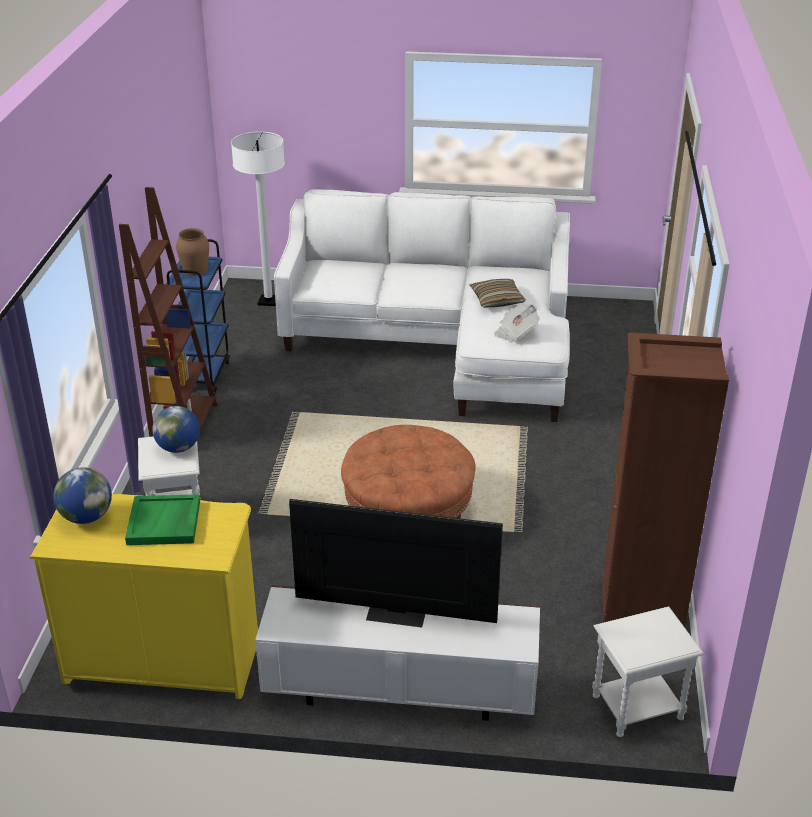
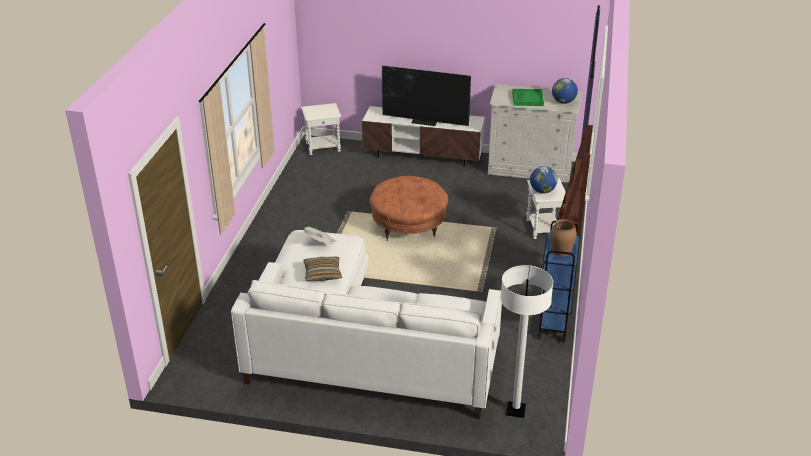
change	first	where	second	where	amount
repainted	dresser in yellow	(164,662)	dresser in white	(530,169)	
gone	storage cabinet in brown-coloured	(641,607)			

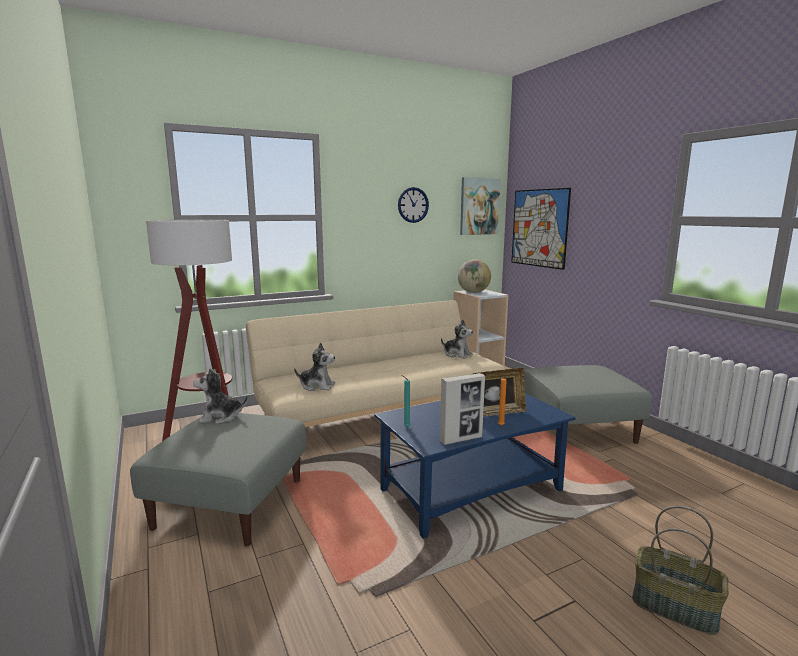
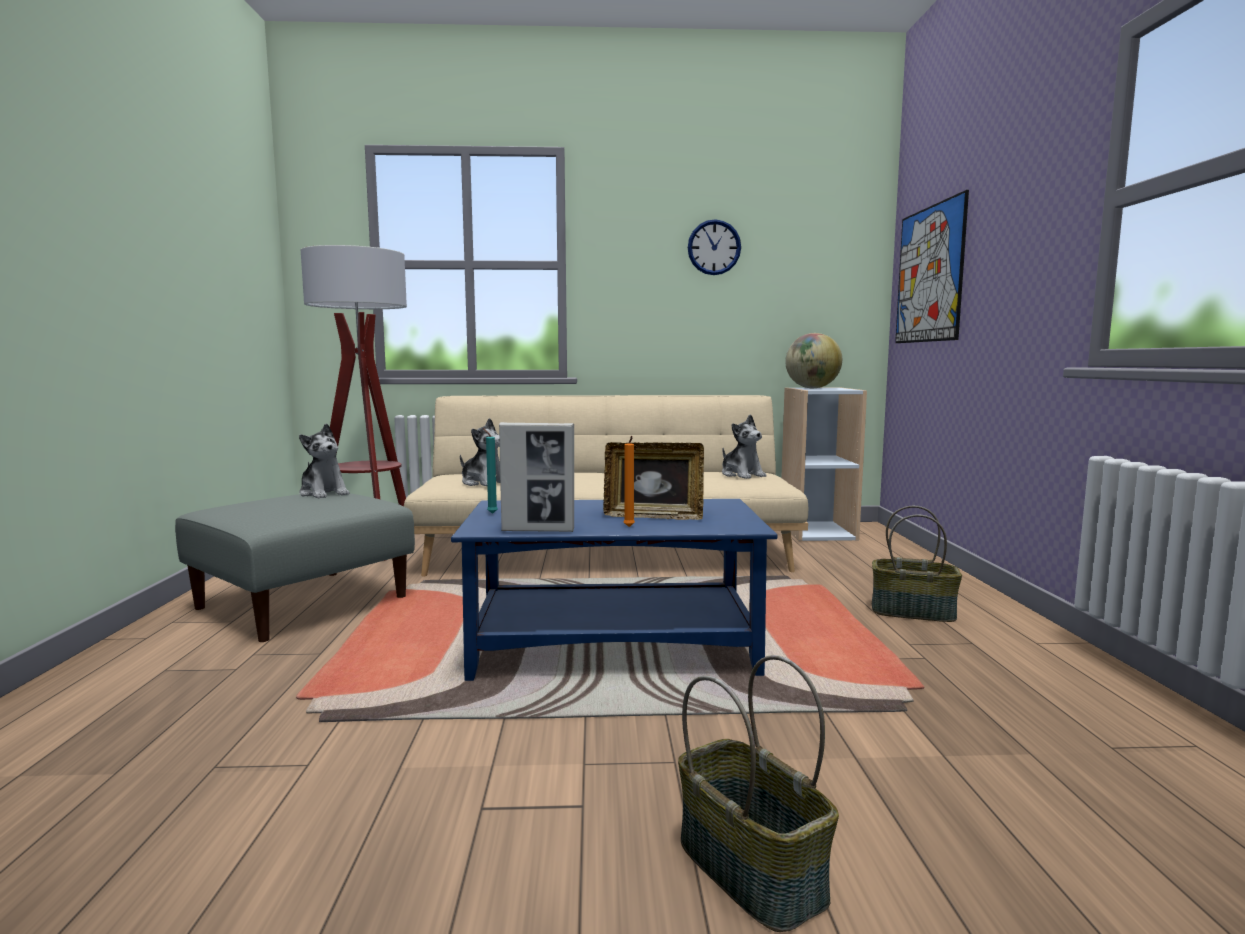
change	first	where	second	where	amount
rotated	soft toy	(220,417)		(324,493)	150 degrees counterclockwise
swapped	ottoman in greyish	(578,428)	household basket	(913,611)	
gone	wall picture	(479,206)			

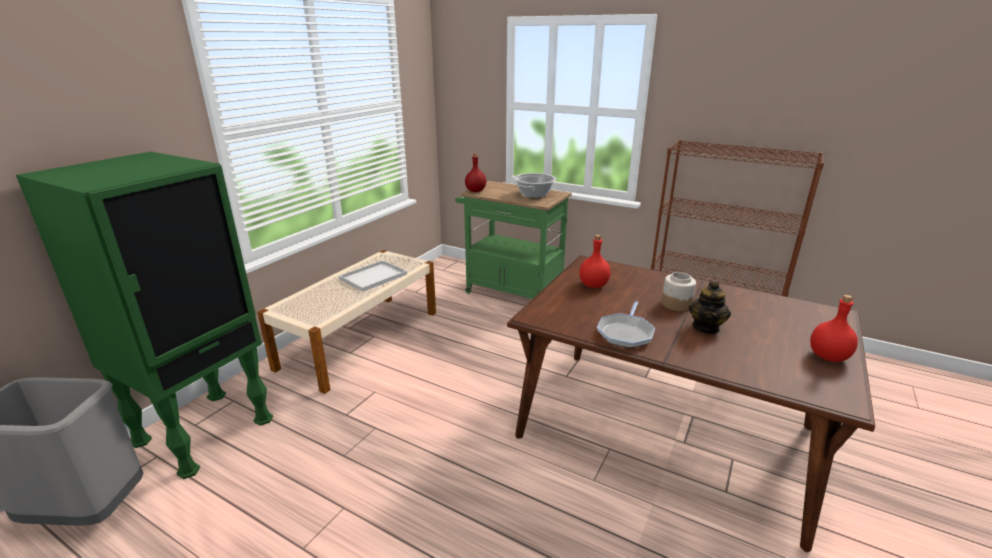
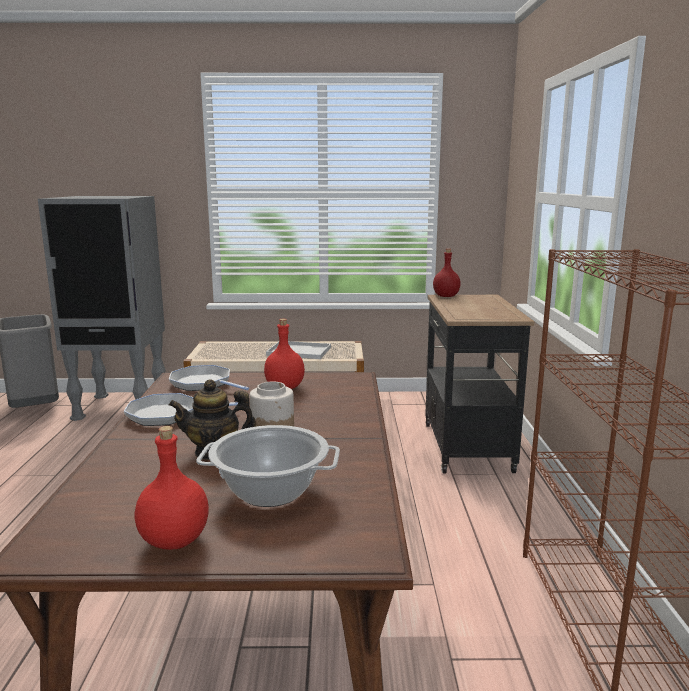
change	first	where	second	where	amount
repainted	storage cabinet in green-coloured	(206,430)	storage cabinet in greyish	(121,407)	
new			frying pan	(203,384)	
shifted	stockpot	(534,194)		(271,491)	
repainted	trolley in green-coloured	(511,292)	trolley in blackish	(466,445)	

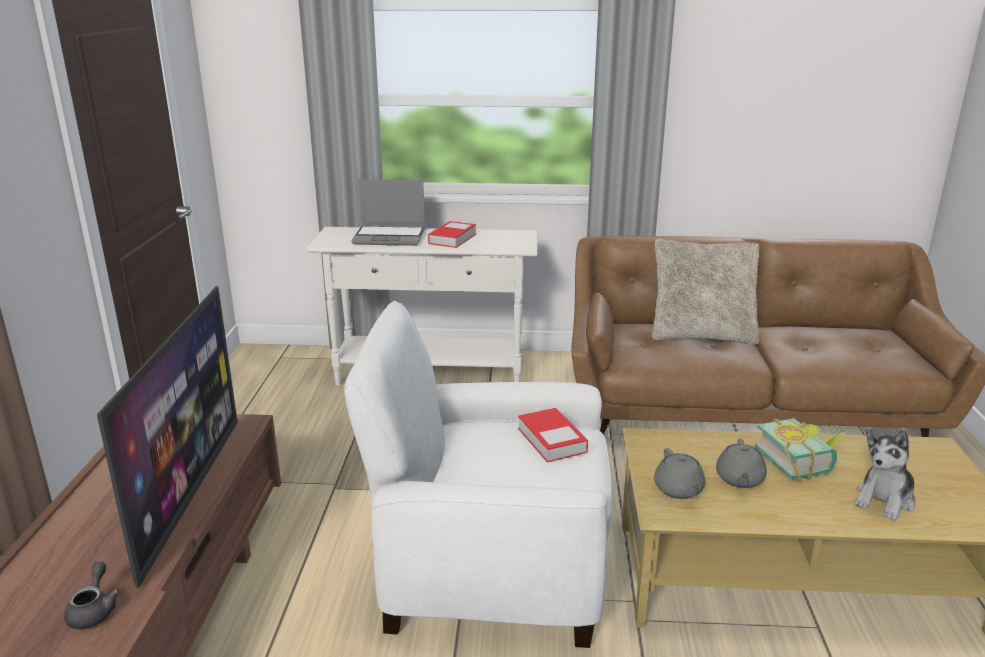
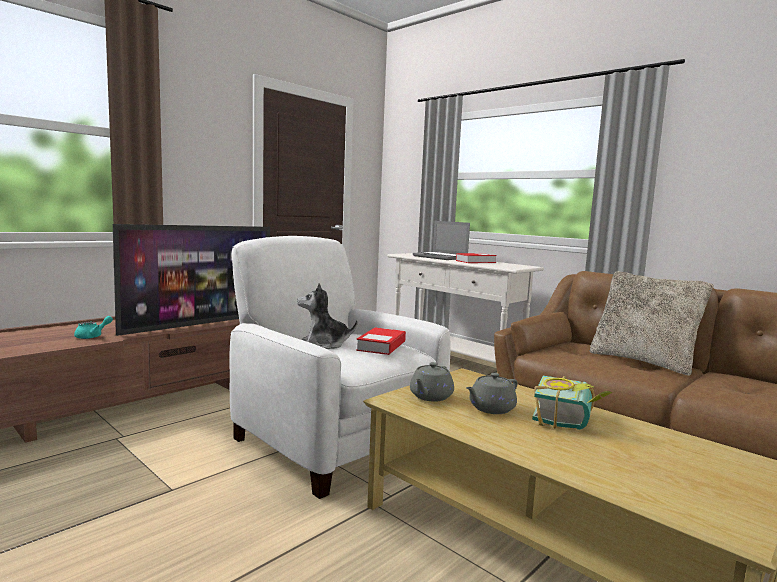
change	first	where	second	where	amount
repainted	teapot in greyish	(94,610)	teapot in turquoise-coloured	(92,336)	
shifted	soft toy	(884,500)		(324,344)	

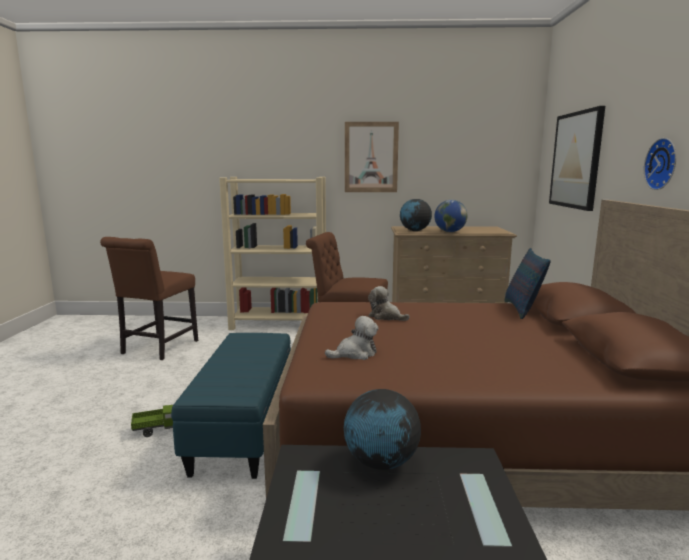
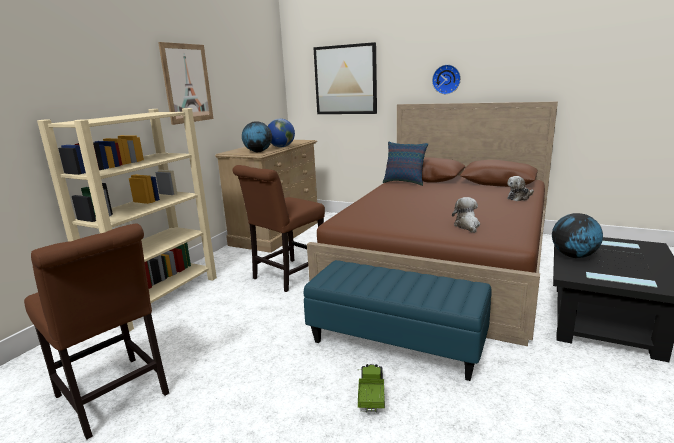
change	first	where	second	where	amount
shifted	soft toy	(386,317)		(519,198)	

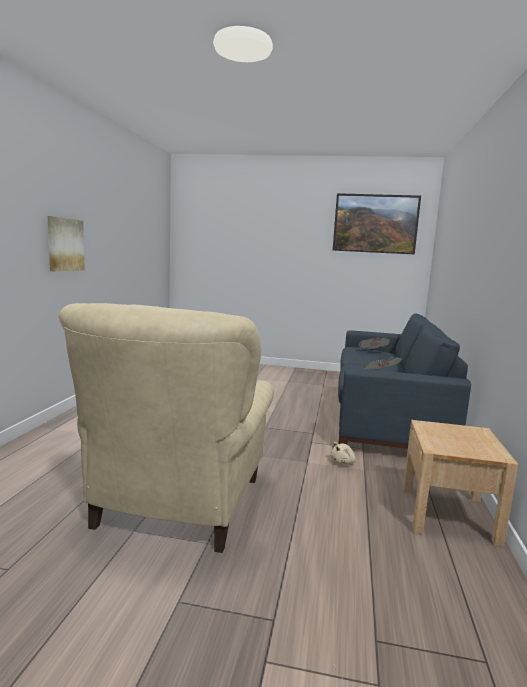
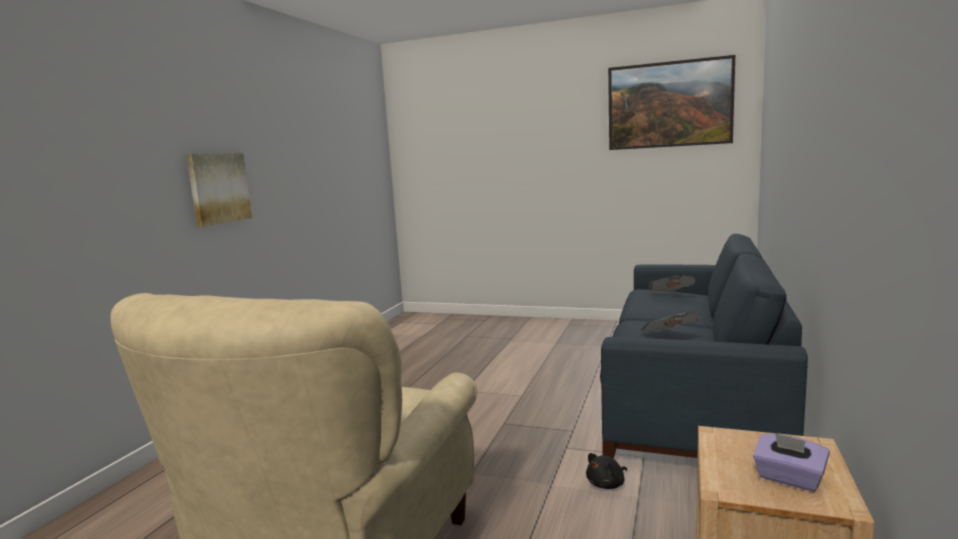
change	first	where	second	where	amount
repainted	soft toy in beige-coloured	(343,462)	soft toy in blackish	(607,484)	
new			box of tissues in purple	(789,479)	

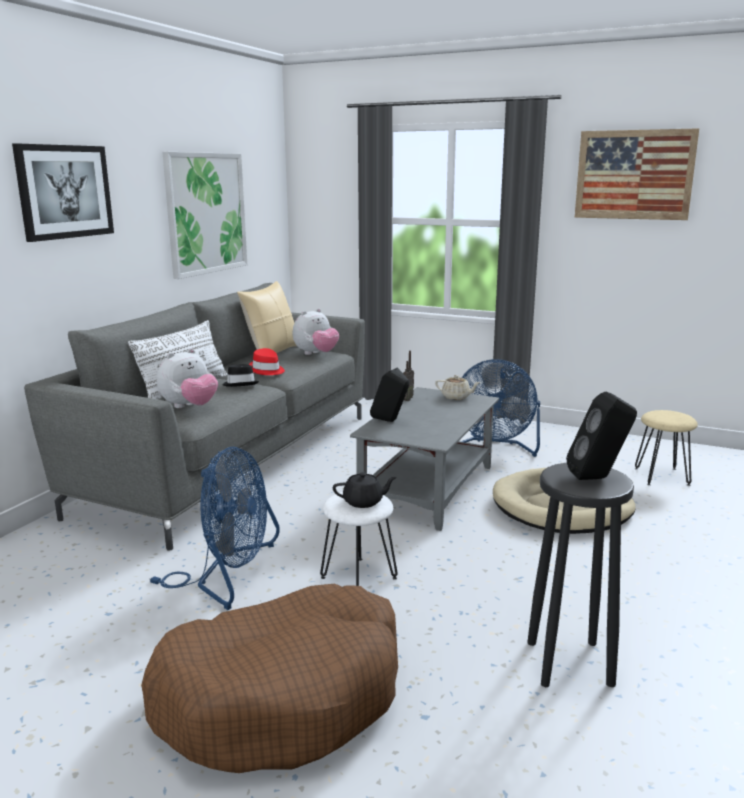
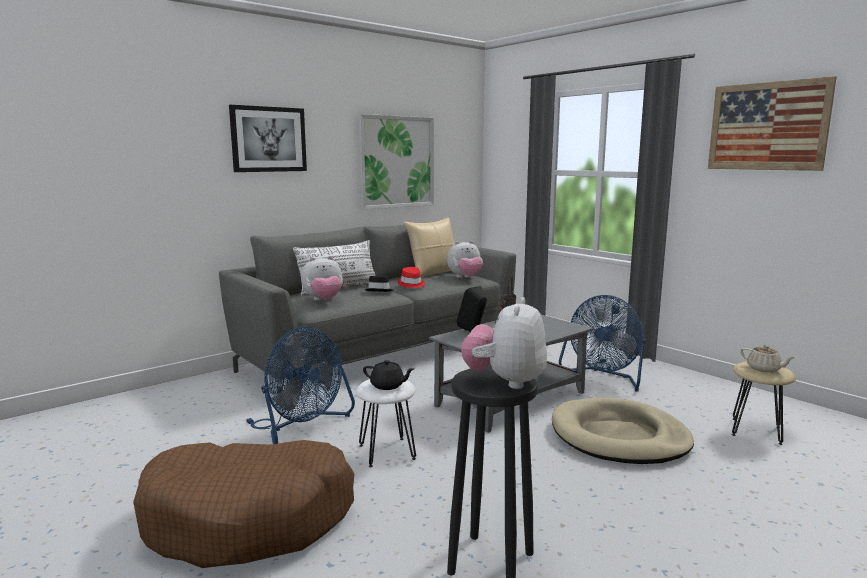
change	first	where	second	where	amount
swapped	loudspeaker in blackish	(598,478)	soft toy	(505,381)	
shifted	teapot in beige-coloured	(456,397)		(764,369)	

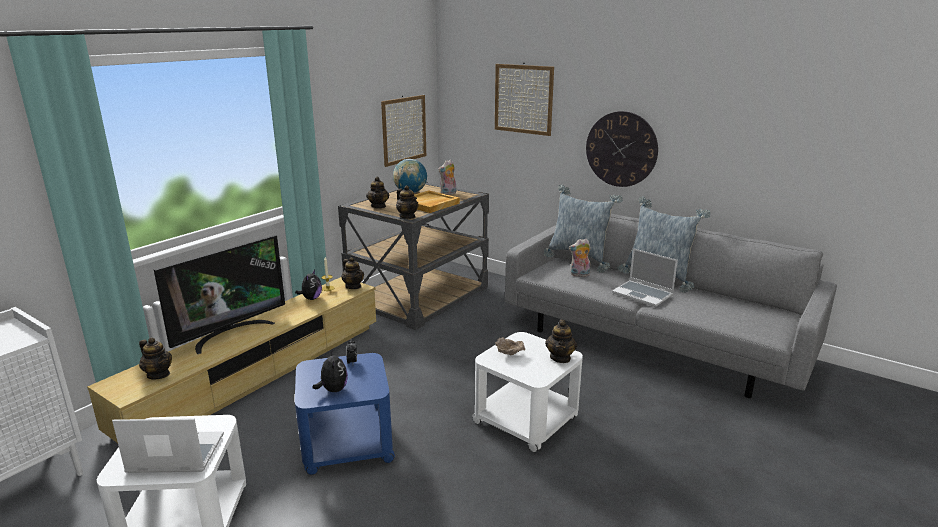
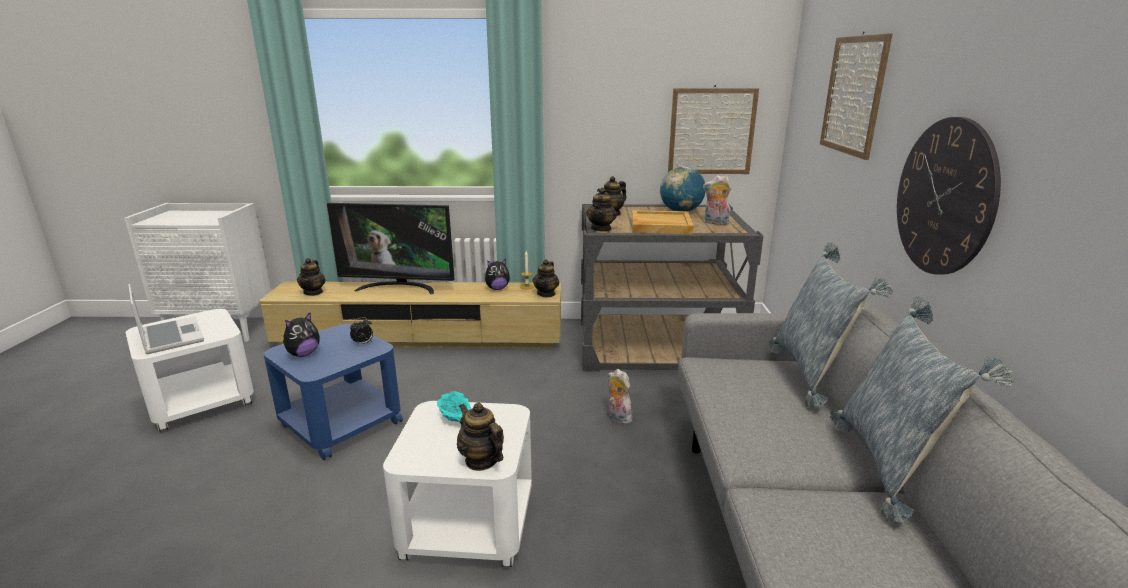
change	first	where	second	where	amount
repainted	serving bowl in beige-coloured	(509,354)	serving bowl in turquoise-coloured	(456,420)	
rotated	teapot	(560,357)		(481,460)	75 degrees clockwise
shifted	soft toy	(579,275)		(617,417)	
gone	notebook computer	(643,294)			

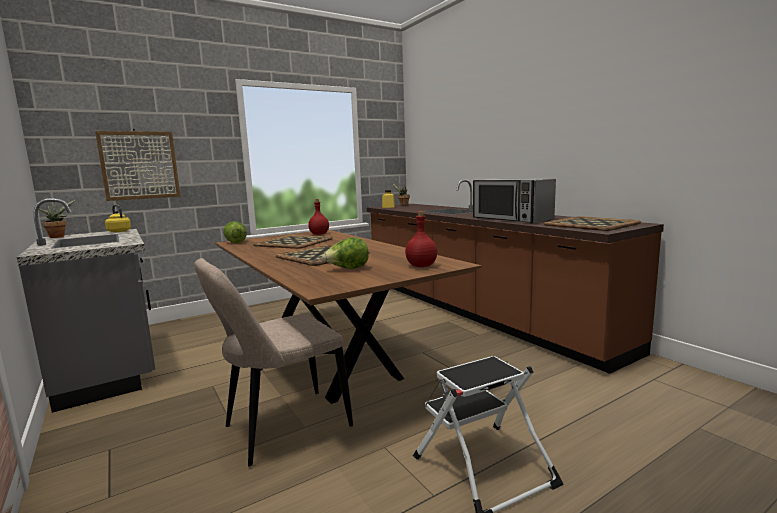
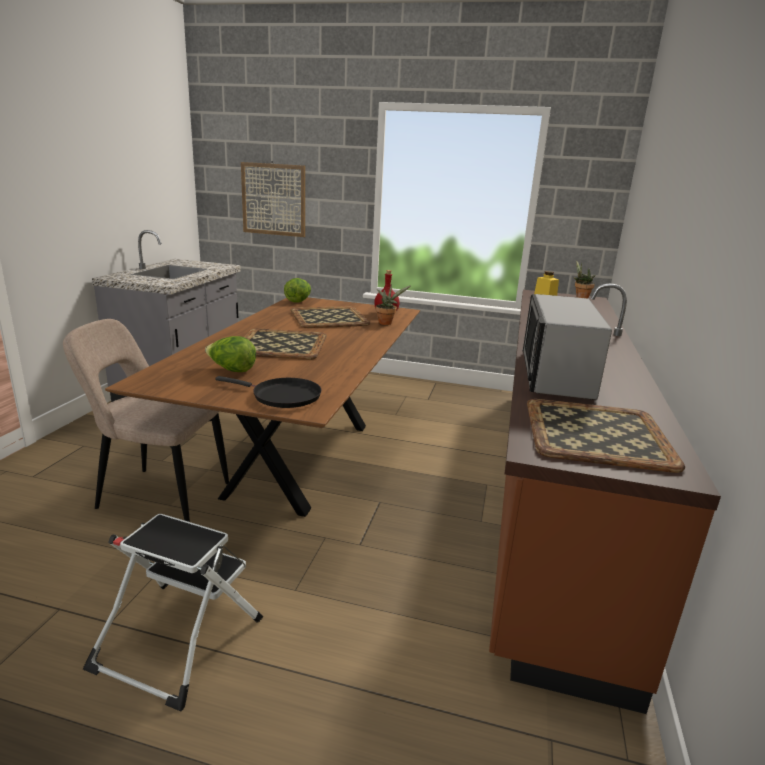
change	first	where	second	where	amount
swapped	drink bottle in red	(422,266)	frying pan in blackish	(282,396)	
shifted	potted plant	(58,236)		(386,323)	
gone	water kettle in yellow	(118,231)			

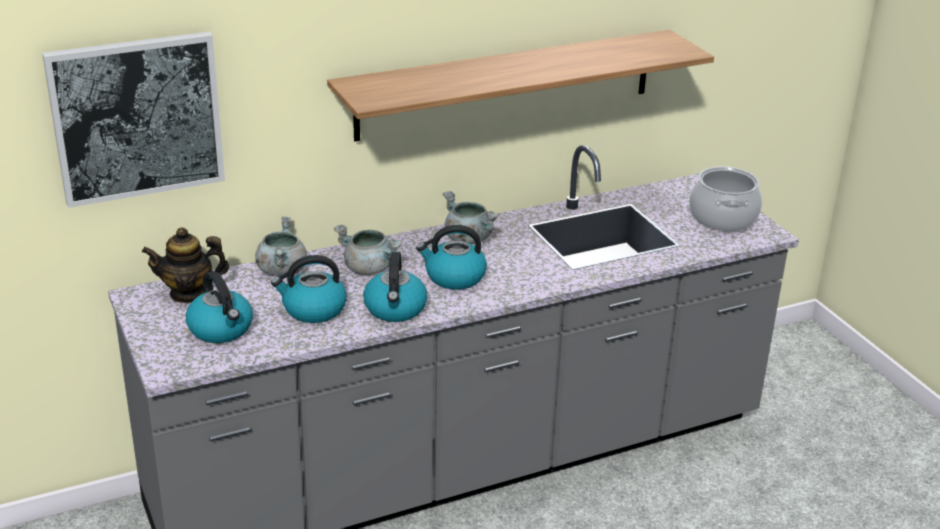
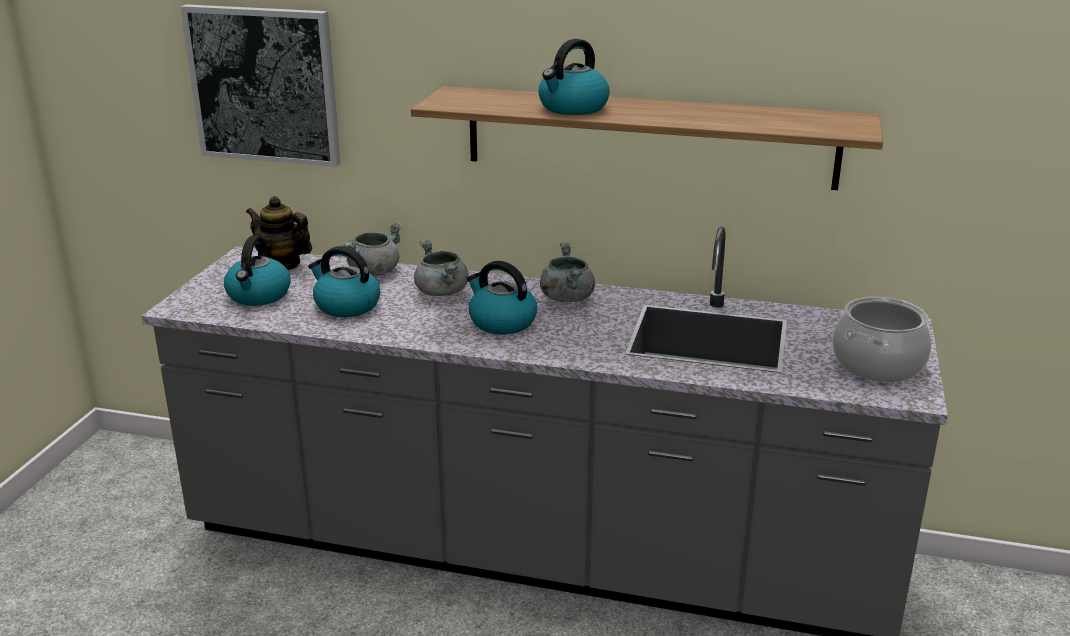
change	first	where	second	where	amount
shifted	water kettle	(395,309)		(572,108)	

